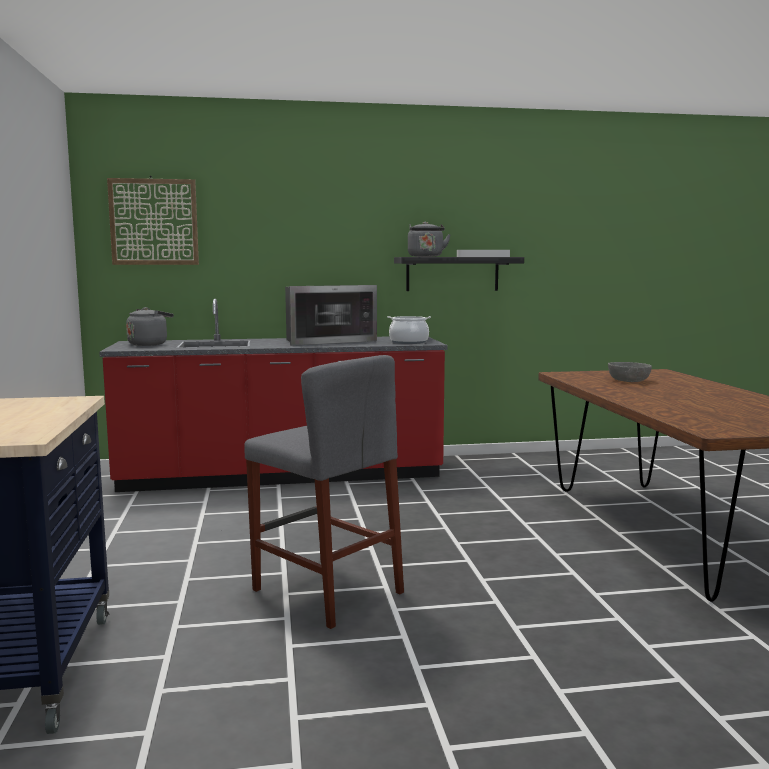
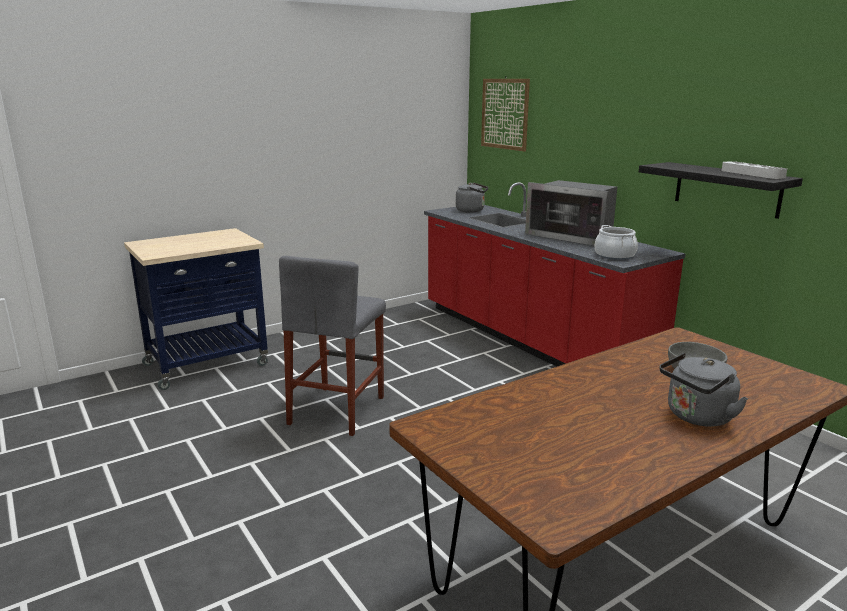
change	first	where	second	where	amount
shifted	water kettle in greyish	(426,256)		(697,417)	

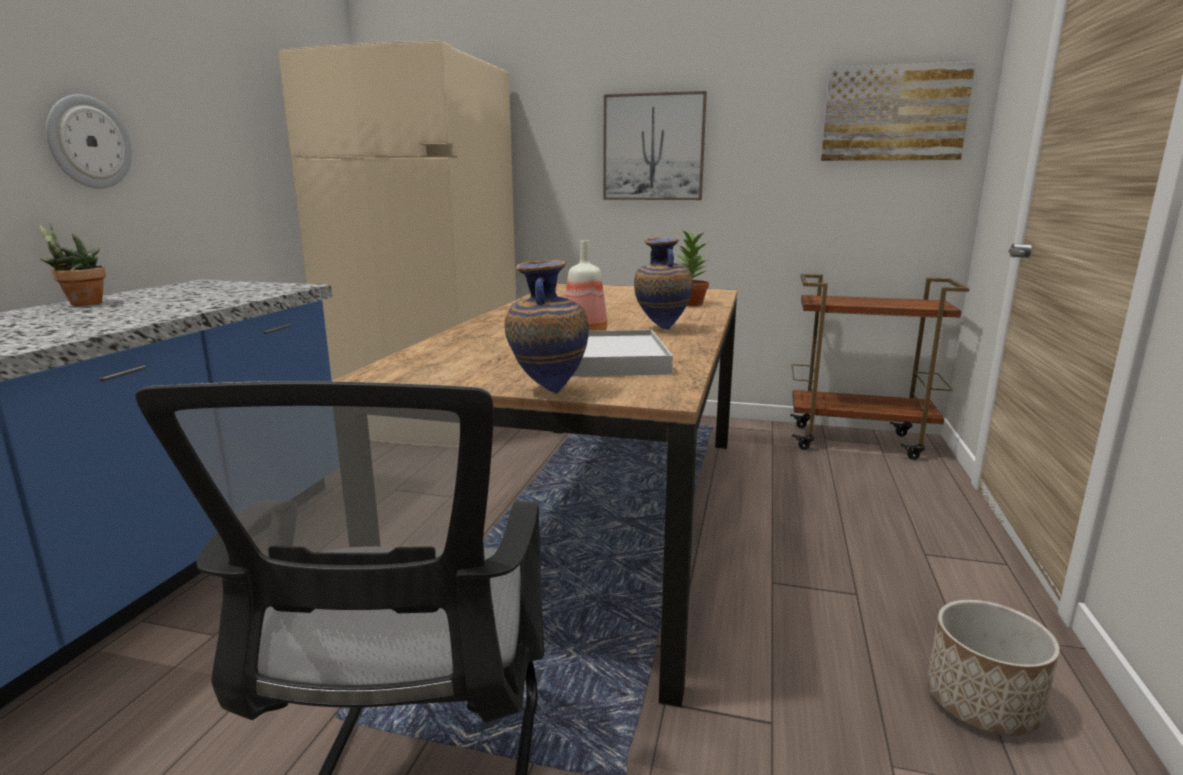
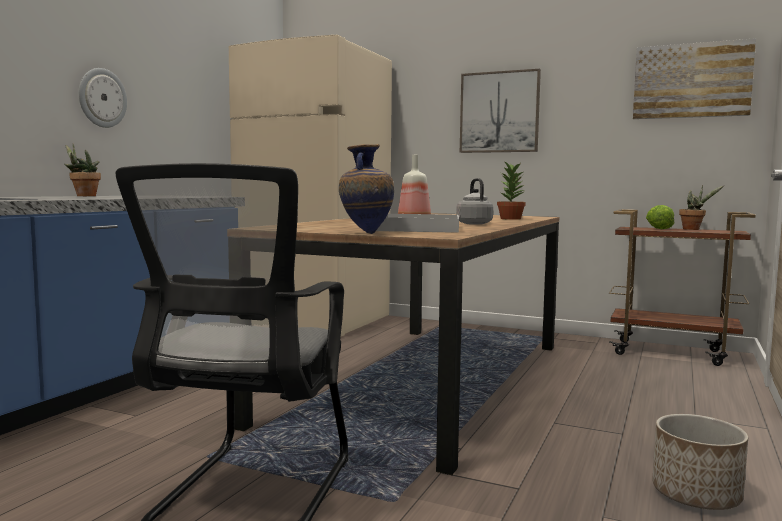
change	first	where	second	where	amount
swapped	decorative vase	(660,329)	water kettle in greyish	(473,223)	
new			lettuce head	(658,228)	
new			potted plant	(693,229)	

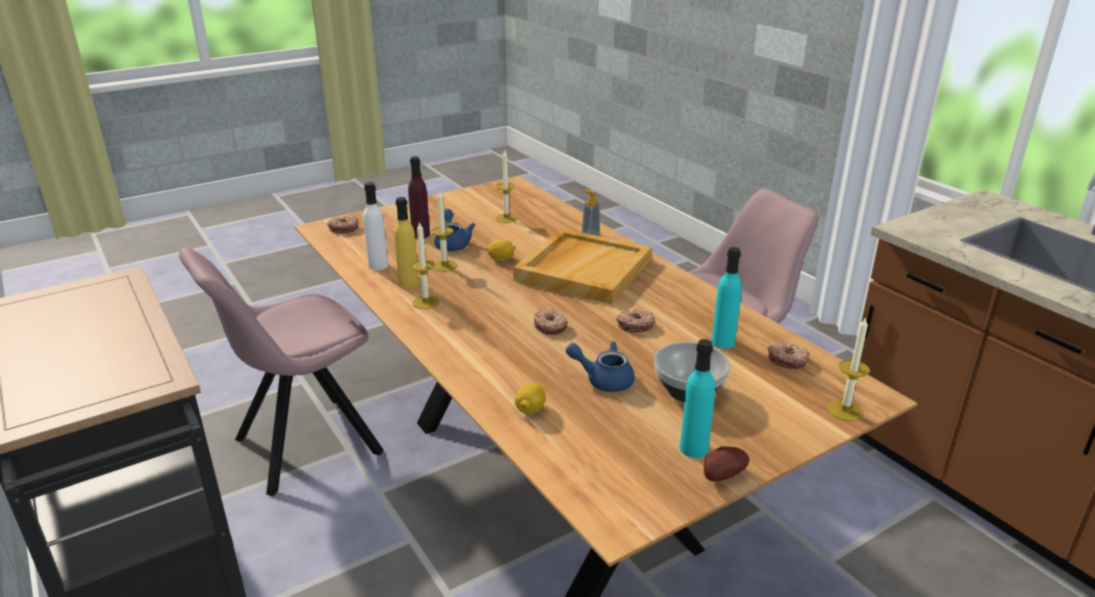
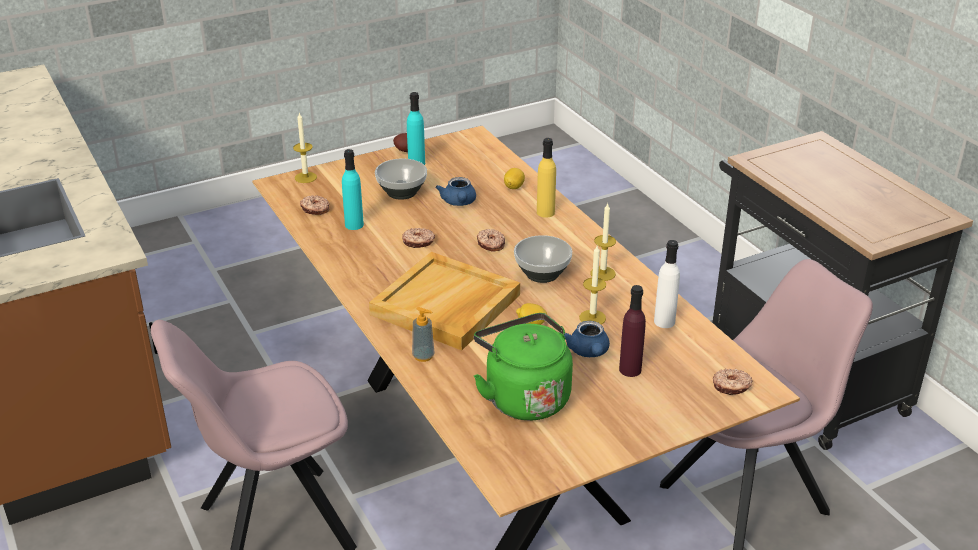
change	first	where	second	where	amount
rotated	teapot in bluish	(603,379)		(459,203)	60 degrees clockwise
swapped	candle	(506,218)	water kettle in green-coloured	(524,397)	
new			serving bowl	(543,274)	
shifted	drink bottle in yellow	(408,283)		(545,212)	

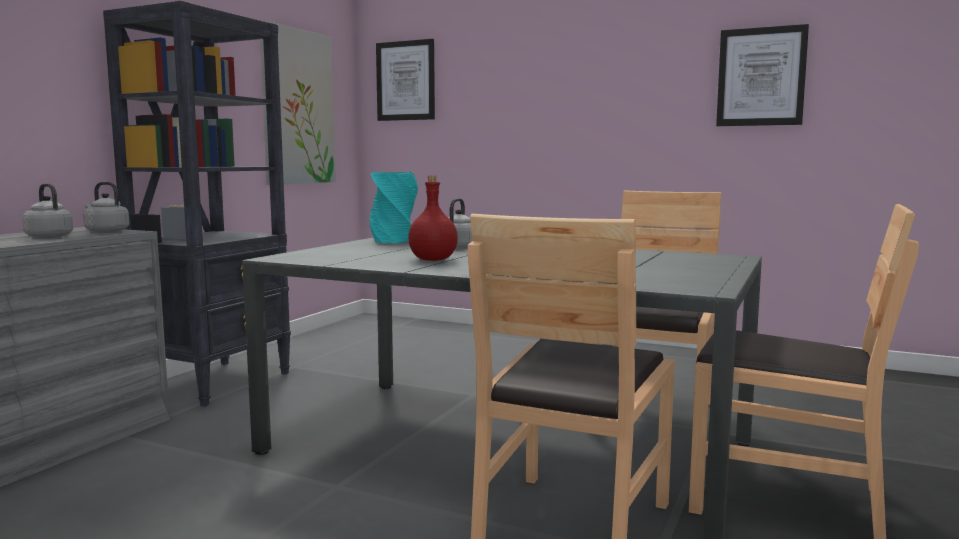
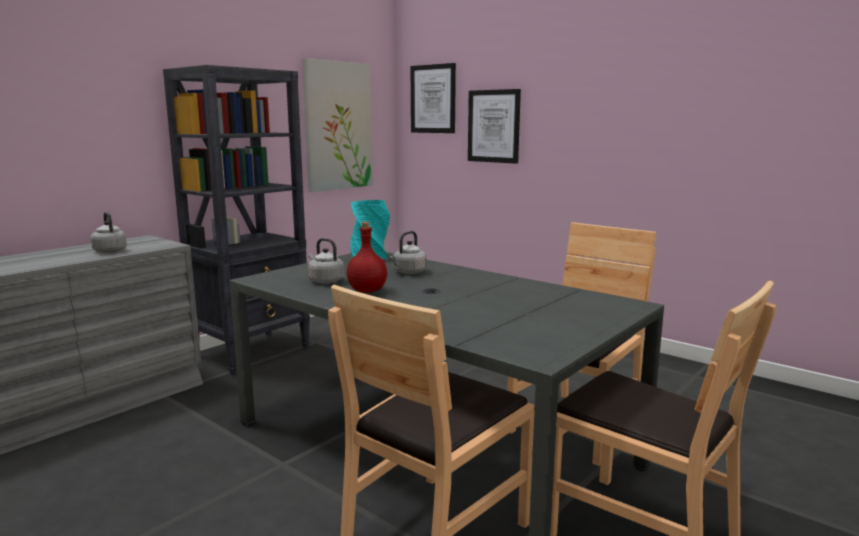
change	first	where	second	where	amount
shifted	water kettle in greyish	(105,232)		(325,281)	
shifted	wall picture	(761,77)		(493,126)	

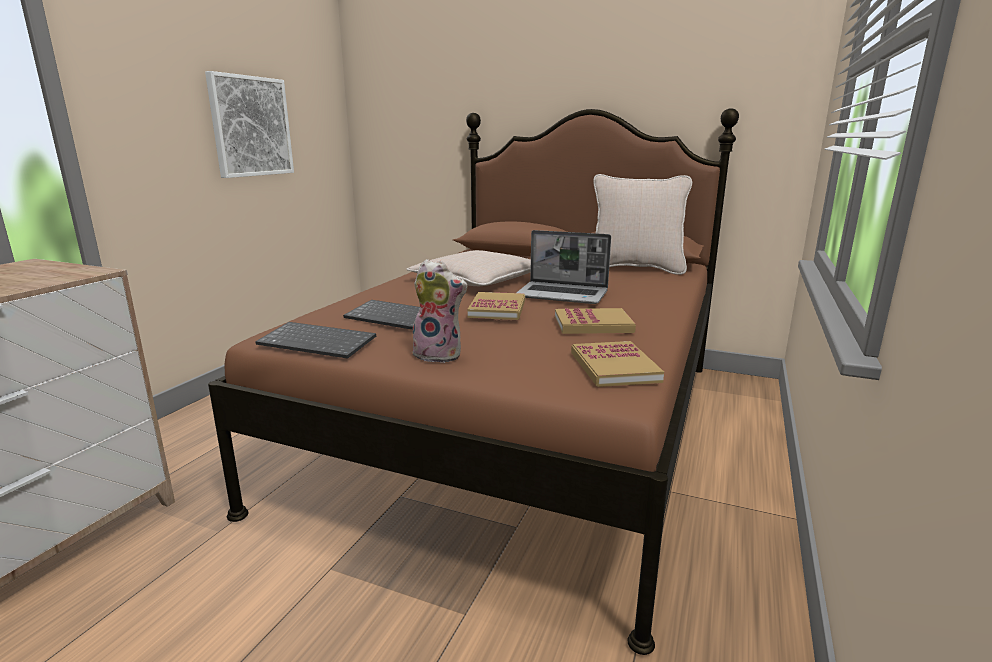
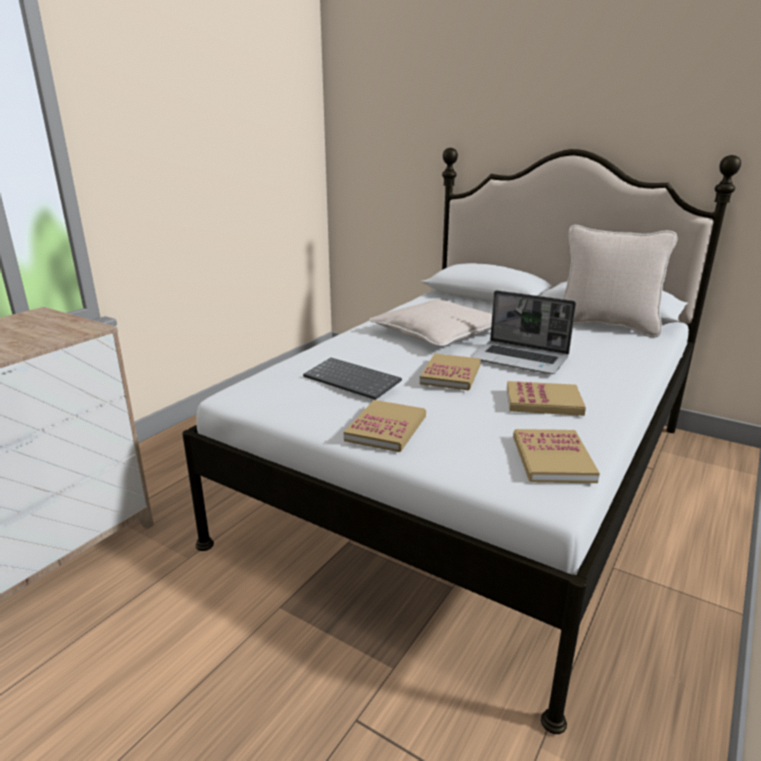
change	first	where	second	where	amount
repainted	sleeping bed in brown-coloured	(524,426)	sleeping bed in white	(475,480)	
swapped	soft toy	(440,355)	volume	(386,428)	
gone	wall picture	(251,126)			
gone	PC keyboard	(319,342)			

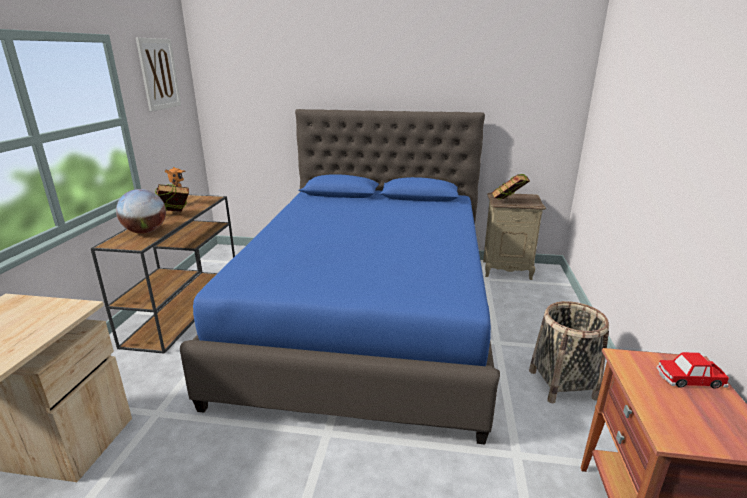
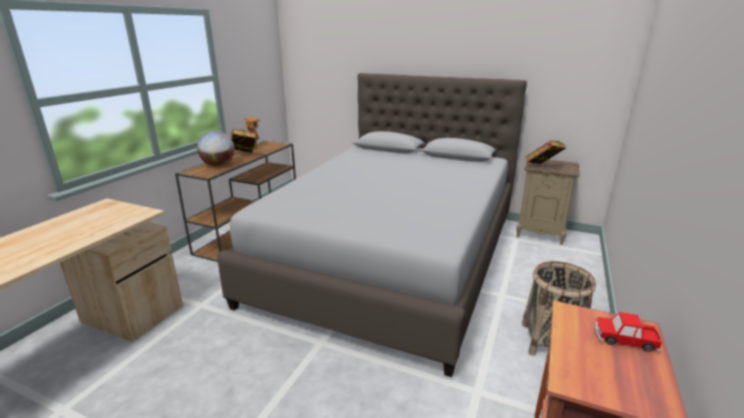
change	first	where	second	where	amount
repainted	sleeping bed in bluish	(368,316)	sleeping bed in greyish	(393,256)	
gone	wall picture	(159,74)			

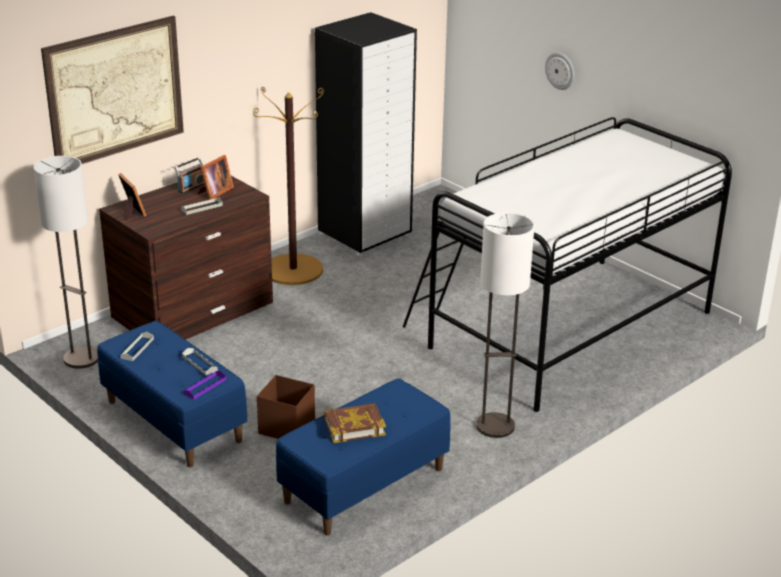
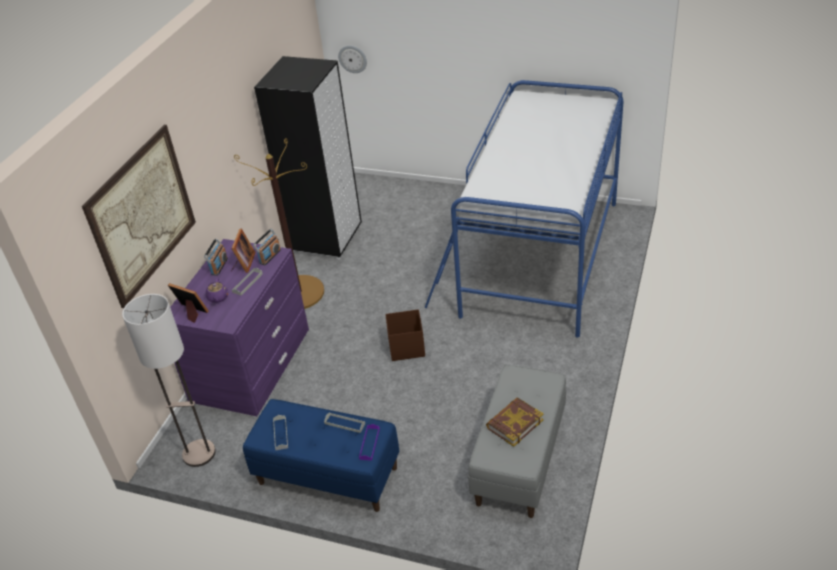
change	first	where	second	where	amount
repainted	dresser in brown-coloured	(193,309)	dresser in purple	(251,364)	
new			teapot in purple	(218,298)	
new			radio	(270,256)	
shifted	wall clock	(560,70)		(353,58)	
shifted	storage box in brown-coloured	(286,427)		(406,348)	
repainted	sleeping bed in blackish	(567,330)	sleeping bed in bluish	(538,259)	
repainted	long seat in bluish	(364,486)	long seat in greyish	(520,460)	
gone	standing lamp	(495,426)			

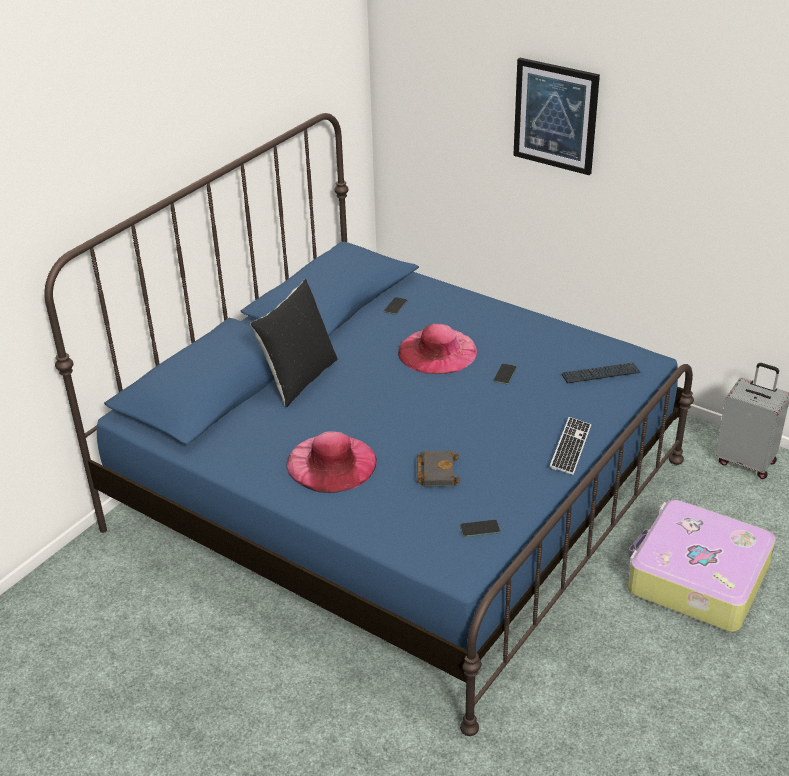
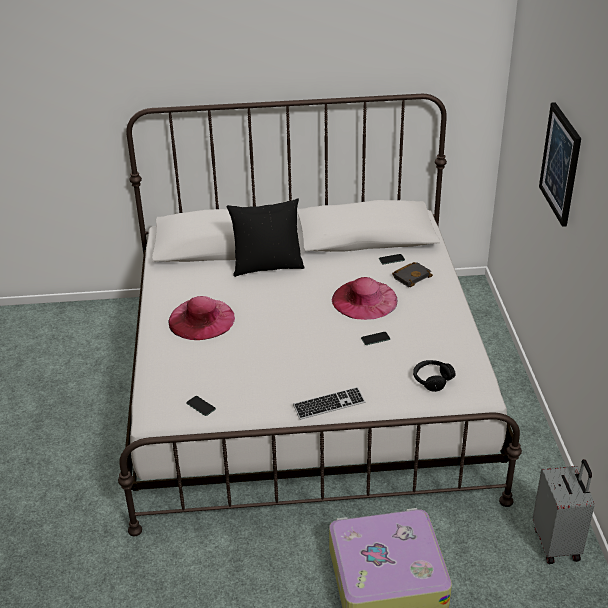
change	first	where	second	where	amount
repainted	sleeping bed in bluish	(396,494)	sleeping bed in white	(305,389)	
shifted	volume in blackish	(436,471)		(411,276)	
swapped	PC keyboard	(600,374)	pair of headphones in blackish	(432,379)	

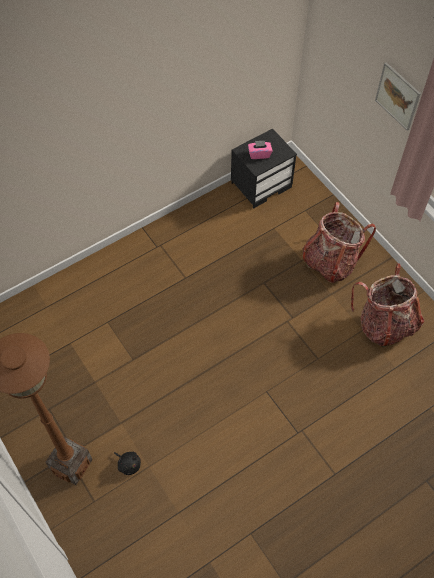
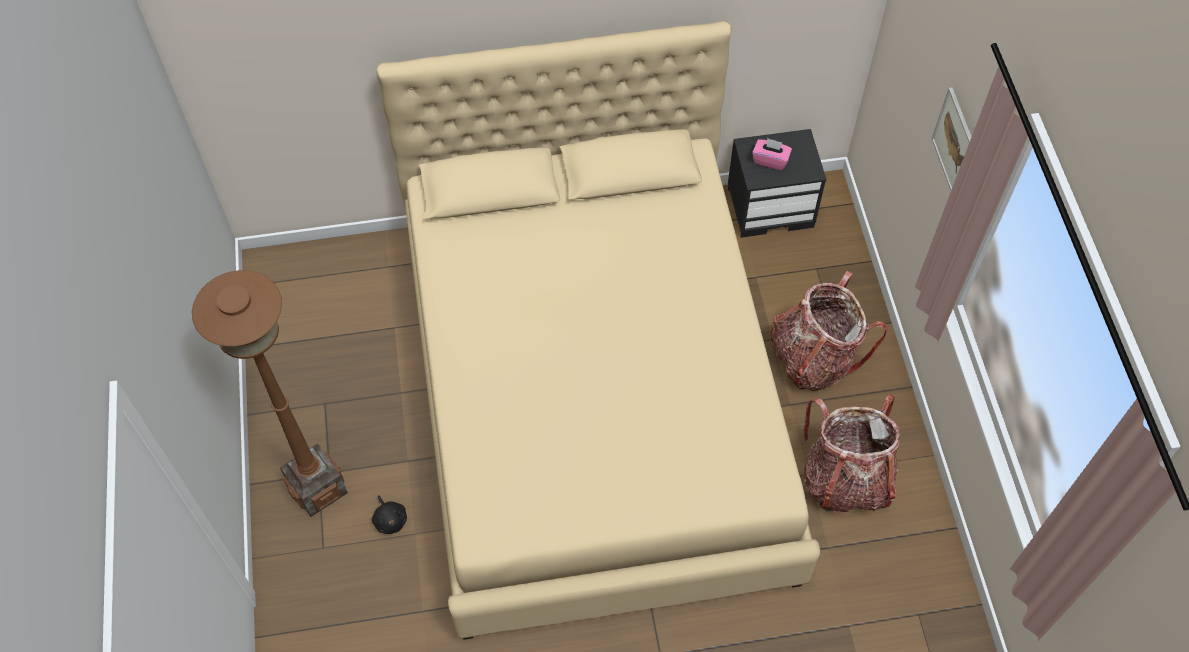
change	first	where	second	where	amount
new			sleeping bed in beige-coloured	(595,396)	

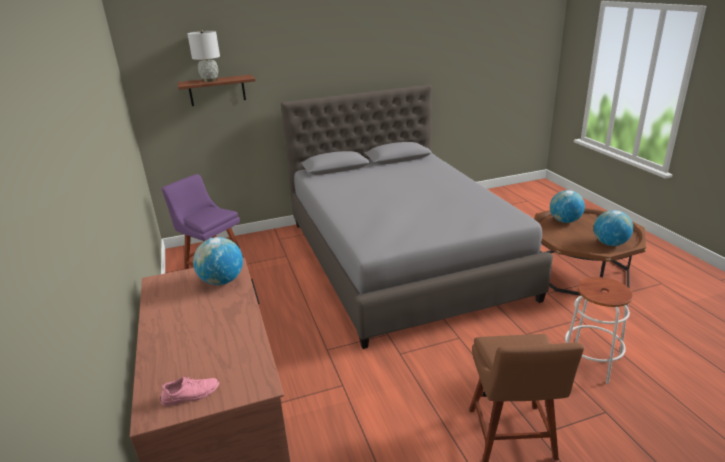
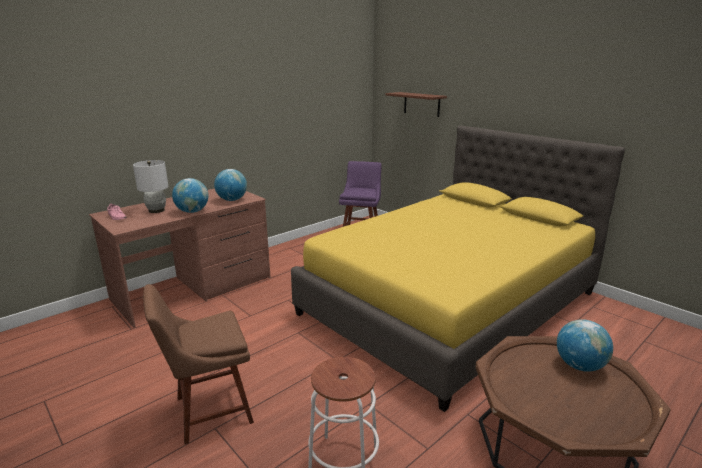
change	first	where	second	where	amount
shifted	tabletop lamp in white	(210,80)		(156,210)	
shifted	desk globe	(610,243)		(192,211)	
repainted	sleeping bed in greyish	(401,257)	sleeping bed in yellow	(450,303)	

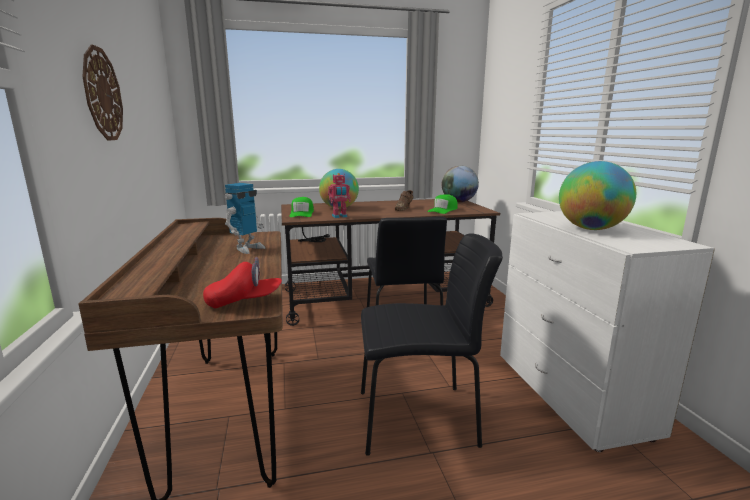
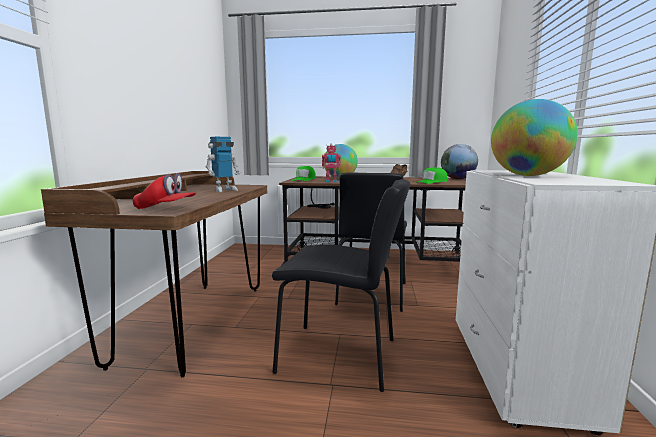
change	first	where	second	where	amount
gone	wall clock	(102,94)			

